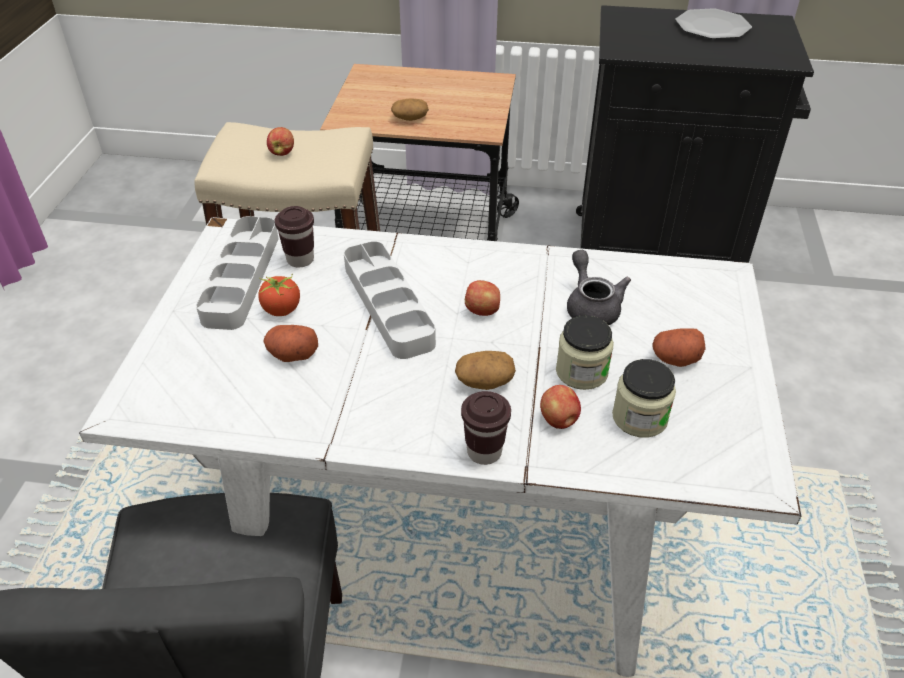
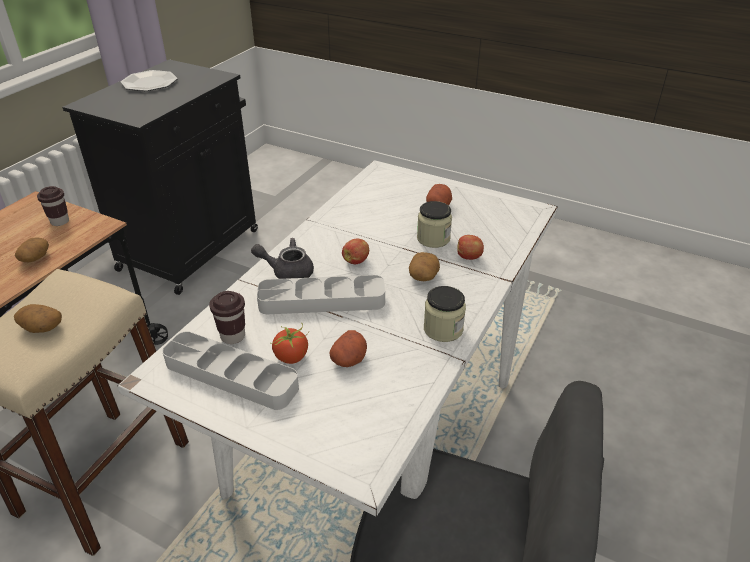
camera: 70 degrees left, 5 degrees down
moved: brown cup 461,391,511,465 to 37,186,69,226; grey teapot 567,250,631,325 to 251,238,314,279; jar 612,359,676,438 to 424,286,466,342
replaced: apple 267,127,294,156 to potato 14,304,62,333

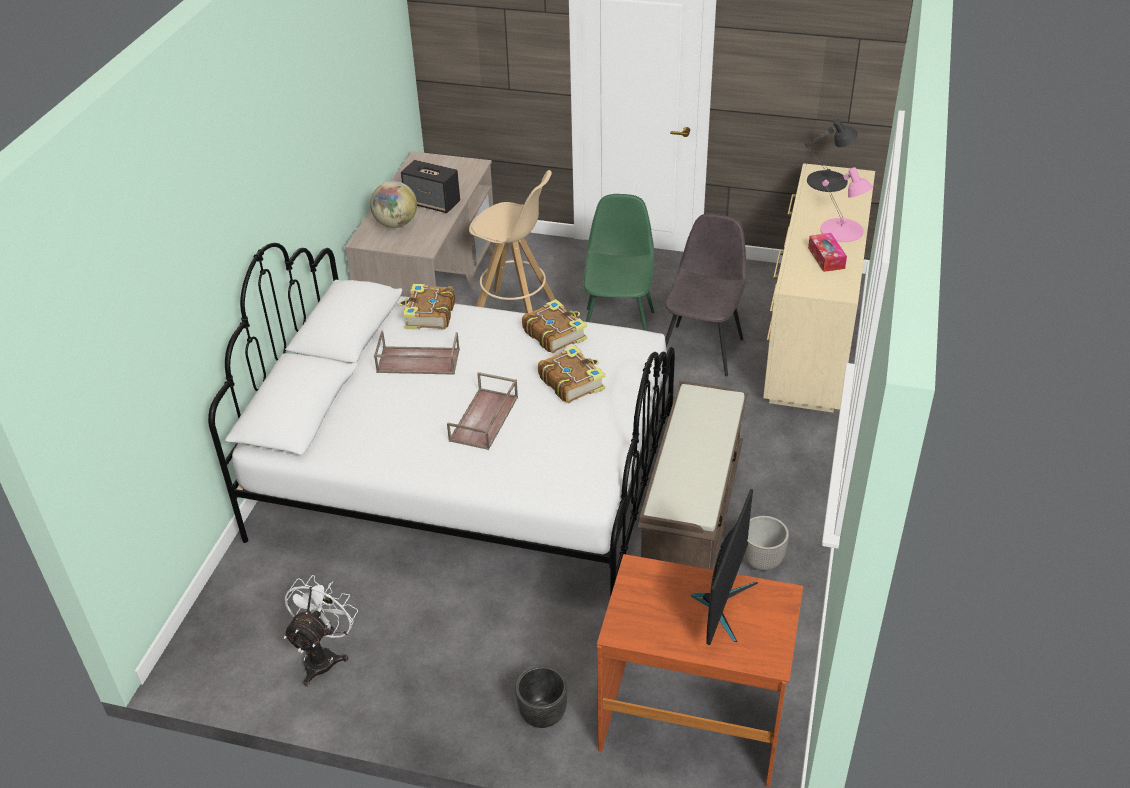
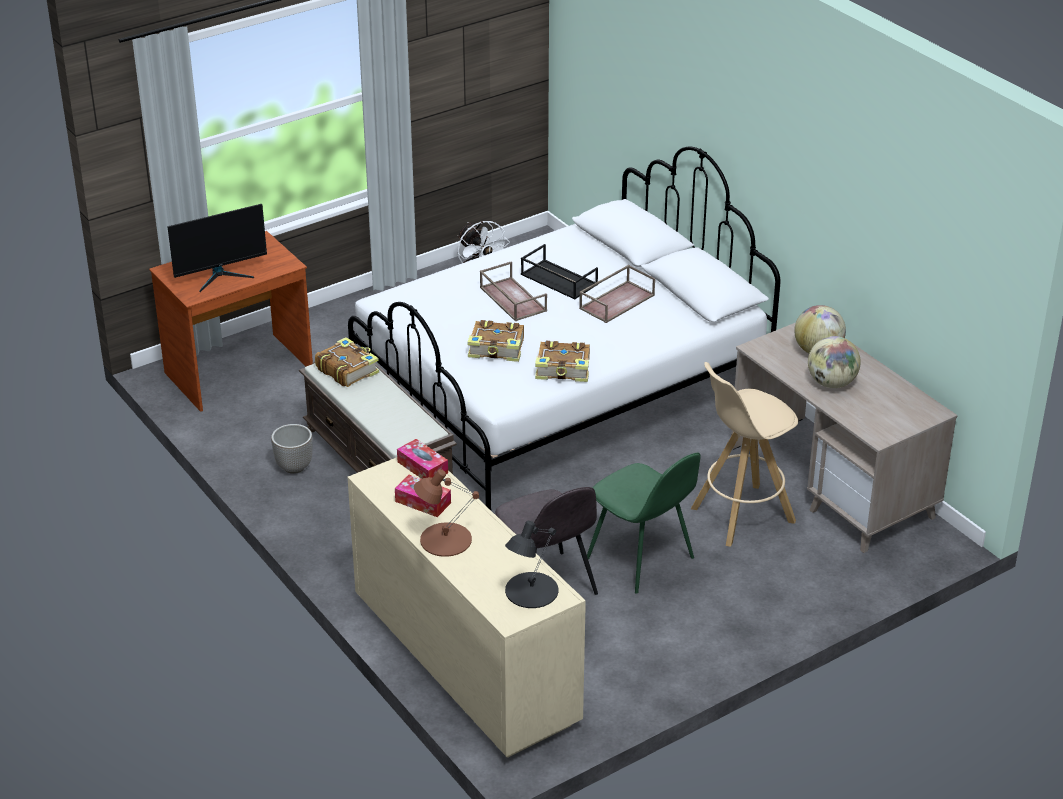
camera: 130 degrees right, 5 degrees down
removed: black planter 515,666,567,728
added: tissue box 397,439,448,479; black tray 521,244,598,299
moved: book 399,284,455,330 to 315,337,379,387
replaced: speaker 401,160,460,213 to globe 808,336,861,388
recoloured: pink table lamp 820,167,873,242 to brown table lamp 414,469,479,557
turned: monitor 691,489,758,645 = 167,204,267,292 90 degrees counterclockwise

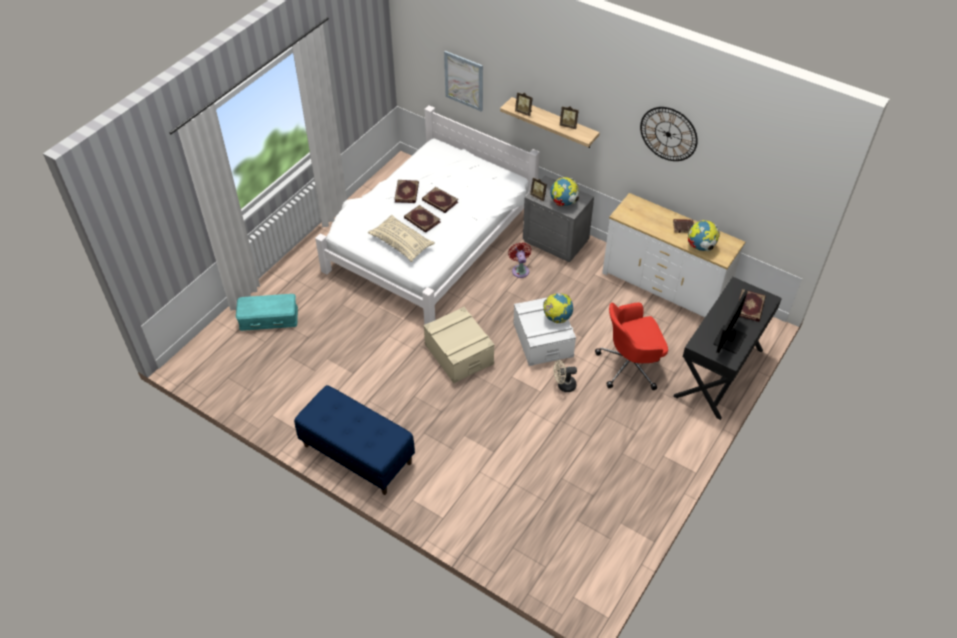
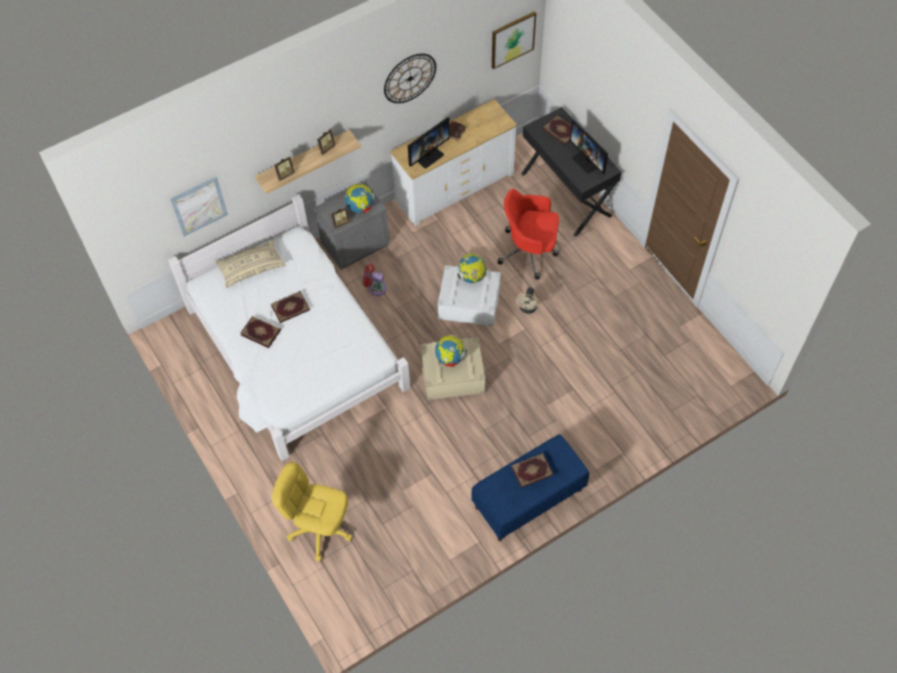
camera: 65 degrees left, 10 degrees up
added: monitor 408,117,450,168; picture 492,11,536,69
moved: beige pillow 368,215,435,262 to 215,239,286,288; globe 688,220,720,252 to 435,335,467,367; book 404,205,441,233 to 511,453,553,488
replaced: turquoise storage box 236,294,298,331 to yellow office chair 272,462,352,561
turned: red office chair 595,303,668,390 = 498,189,559,280 90 degrees clockwise

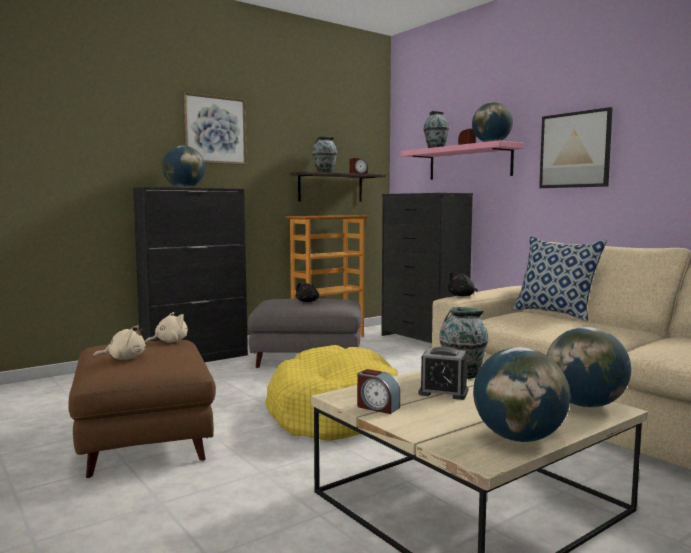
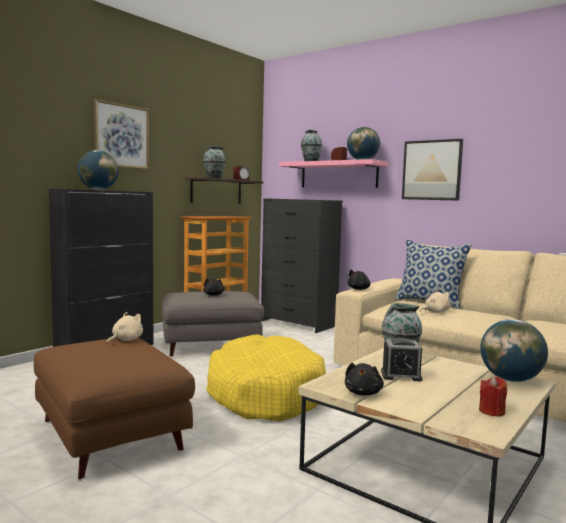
camera: 15 degrees left, 0 degrees up
moved: beige plush toy 93,325,146,360 to 420,290,450,313
replaced: alarm clock 357,369,400,414 to black plush toy 345,363,384,395; globe 473,347,570,442 to red candle 479,376,507,417

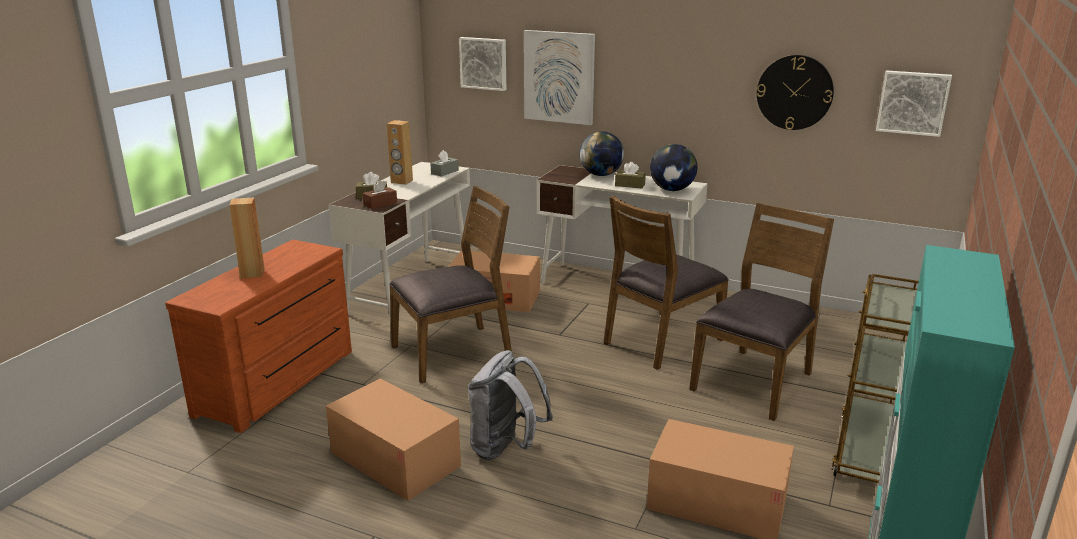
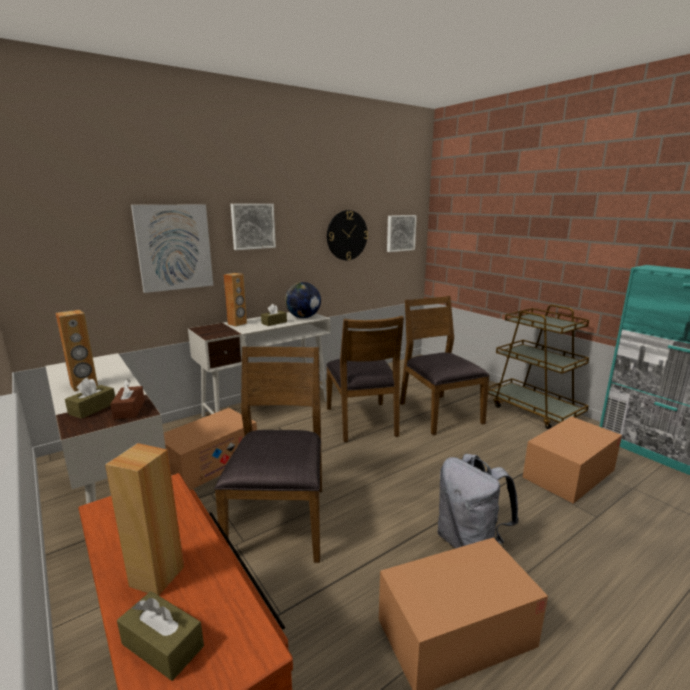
camera: 60 degrees left, 5 degrees down
removed: grey tissue box 430,150,459,177
added: brown tissue box 117,591,204,681
moved: picture 459,37,506,91 to 230,204,276,250
replaced: globe 580,131,624,176 to brown speaker 223,273,247,326

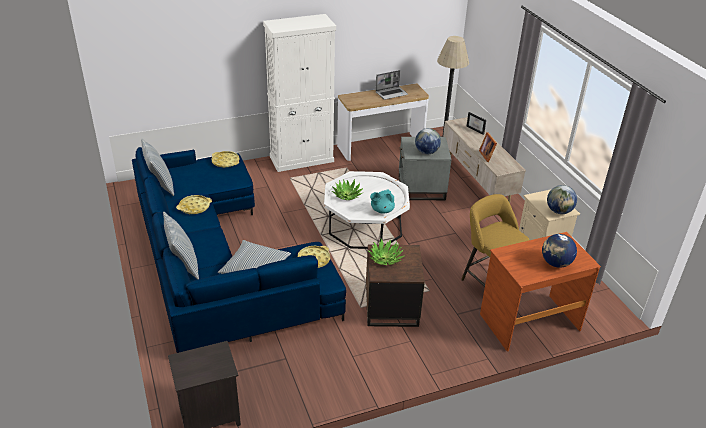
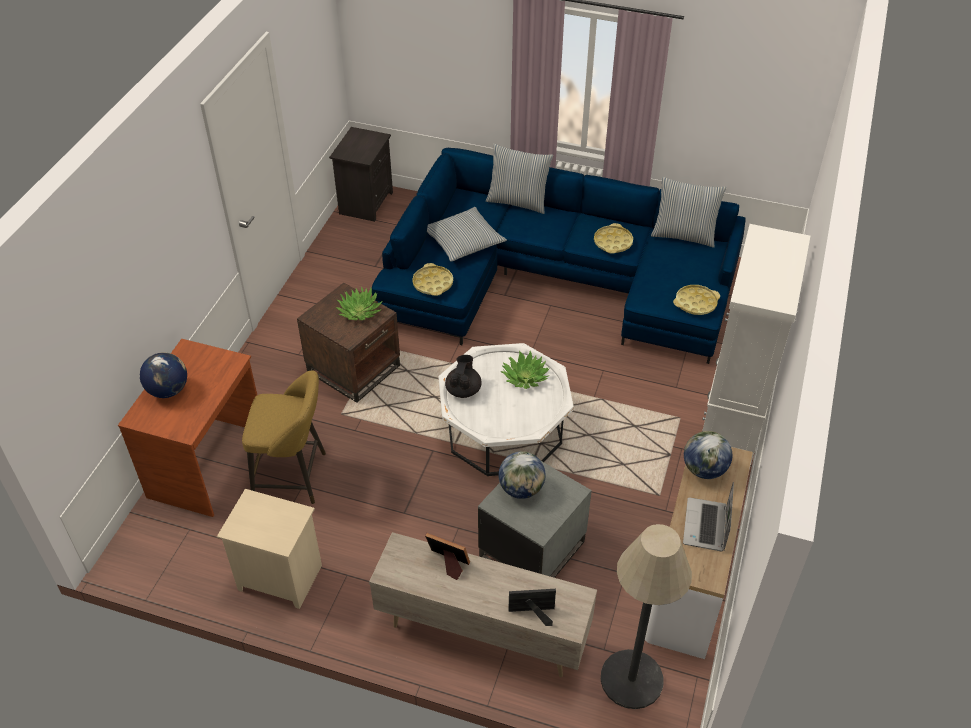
camera: 130 degrees right, 10 degrees up
moved: globe 547,185,577,214 to 684,431,733,479
recoloured: turquoise teapot 370,189,395,214 to black teapot 445,355,482,398

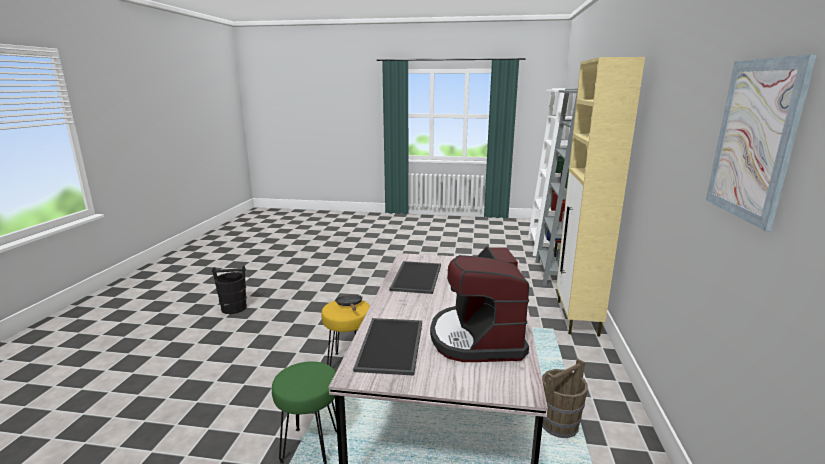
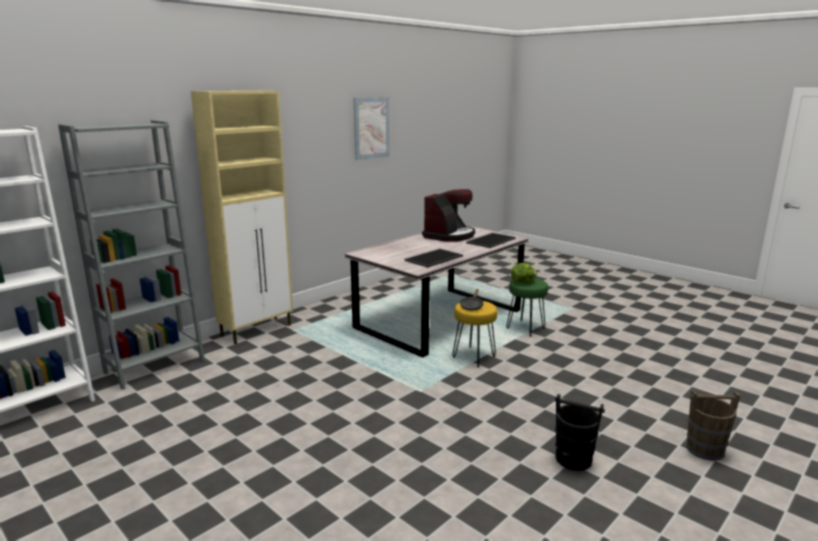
camera: 145 degrees left, 0 degrees up
added: lettuce 511,263,537,283
moved: brown bucket 542,359,588,438 to 686,390,740,461

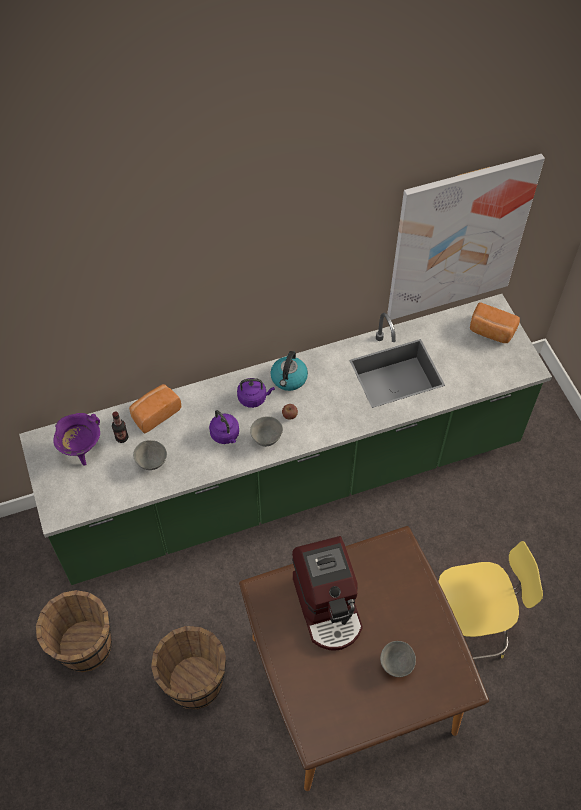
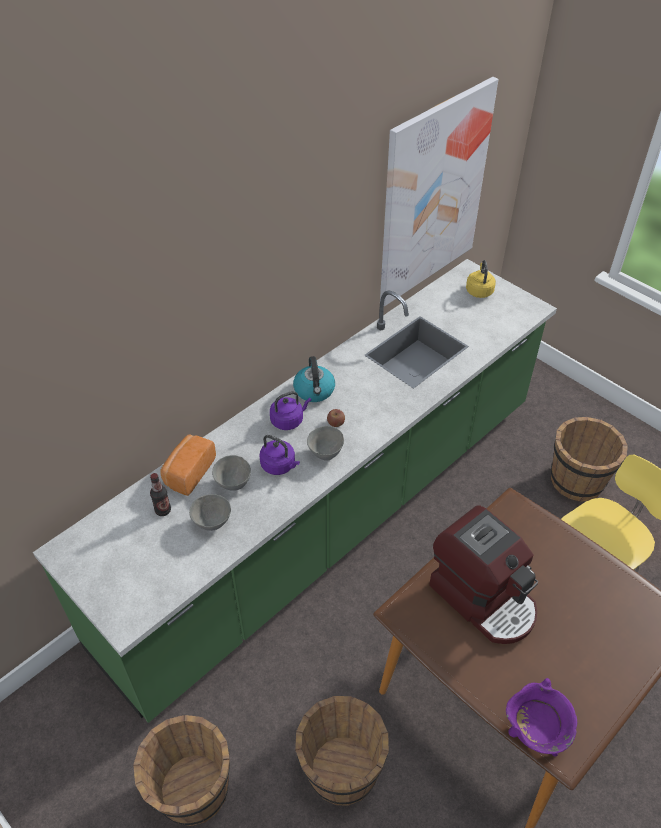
camera: 25 degrees left, 10 degrees down
added: brown bucket 551,417,628,502
moved: grey bowl 380,641,416,677 to 212,455,251,491; purple cooking pot 53,413,100,466 to 506,678,577,756
replaced: bread 470,302,520,343 to yellow kettle 466,260,496,298

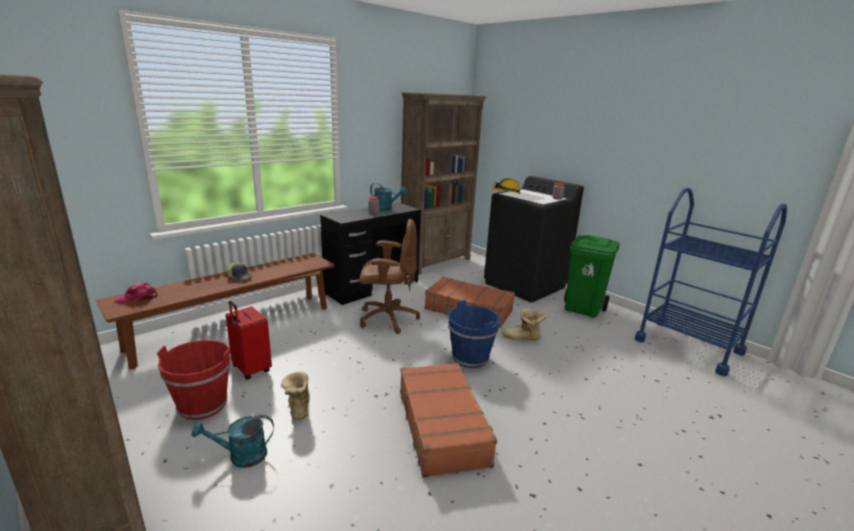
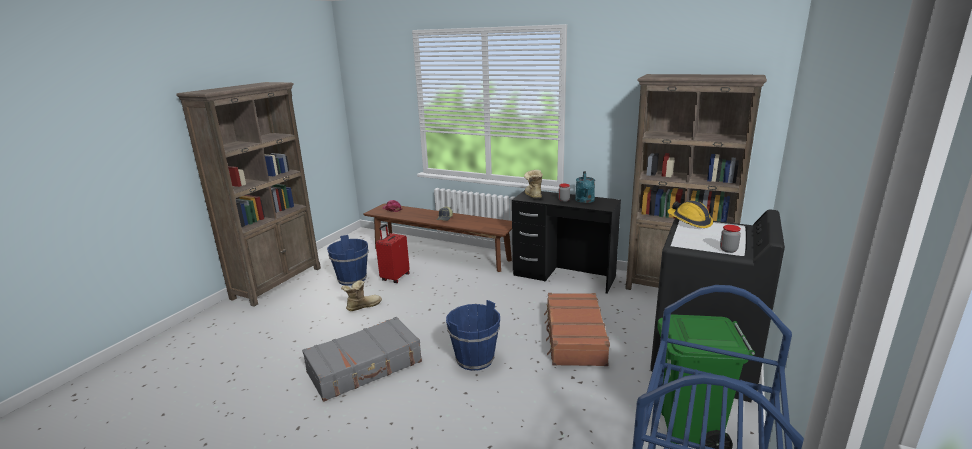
camera: 70 degrees right, 0 degrees up
removed: turquoise watering can 191,415,274,468; brown office chair 360,219,420,334
moved: boot 502,309,546,340 to 524,170,543,198
recoloured: brown suitcase 400,363,497,478 to grey suitcase 302,317,422,402; red bucket 157,340,231,420 to blue bucket 327,235,369,286

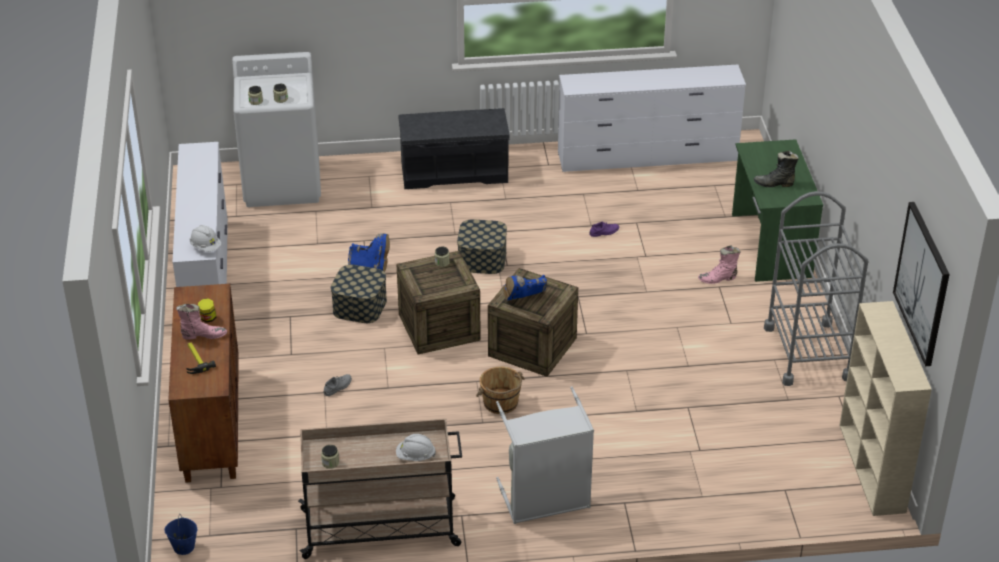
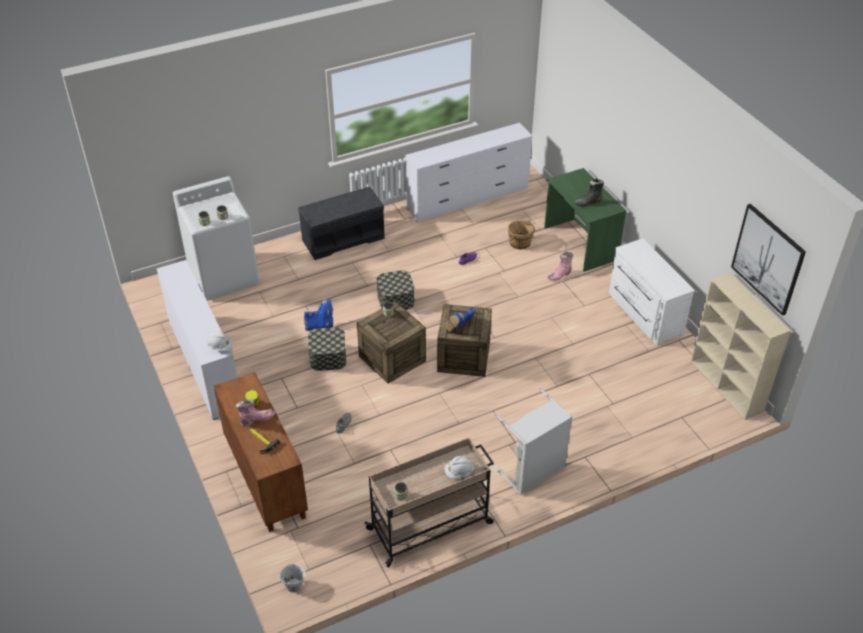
camera: 20 degrees left, 5 degrees up
moved: brown bucket 476,366,525,414 to 508,220,535,250
replaced: grey cart 764,191,868,386 to white dresser 609,238,695,346
recoloured: blue bucket 164,514,198,555 to white bucket 279,564,305,593

